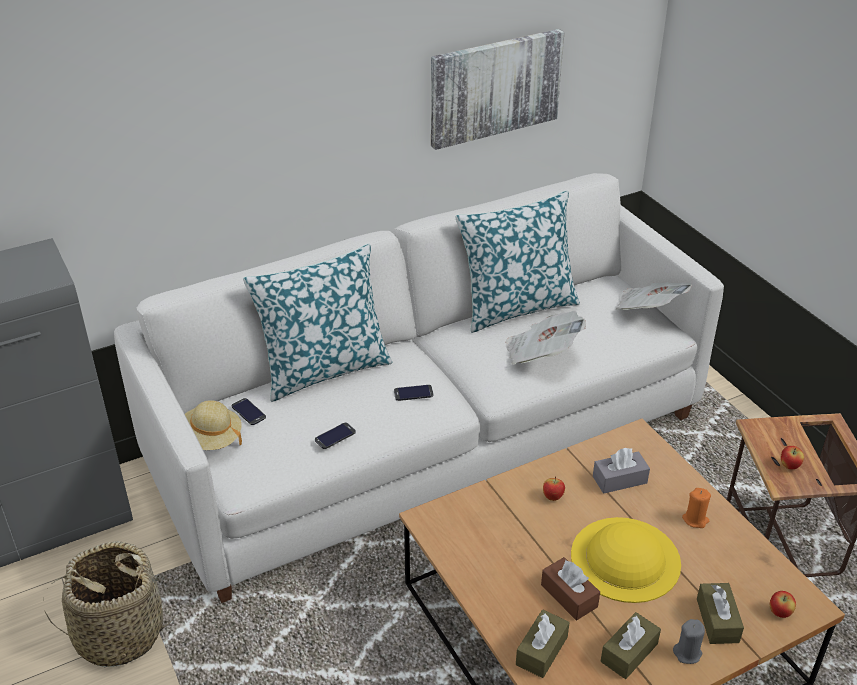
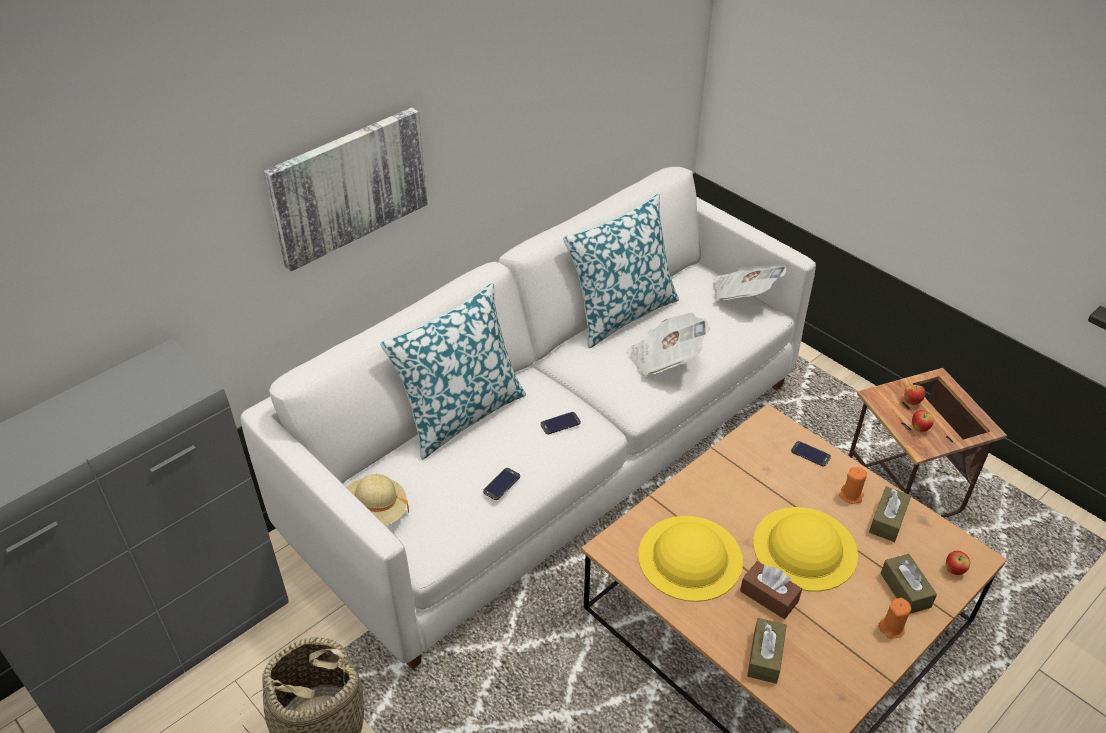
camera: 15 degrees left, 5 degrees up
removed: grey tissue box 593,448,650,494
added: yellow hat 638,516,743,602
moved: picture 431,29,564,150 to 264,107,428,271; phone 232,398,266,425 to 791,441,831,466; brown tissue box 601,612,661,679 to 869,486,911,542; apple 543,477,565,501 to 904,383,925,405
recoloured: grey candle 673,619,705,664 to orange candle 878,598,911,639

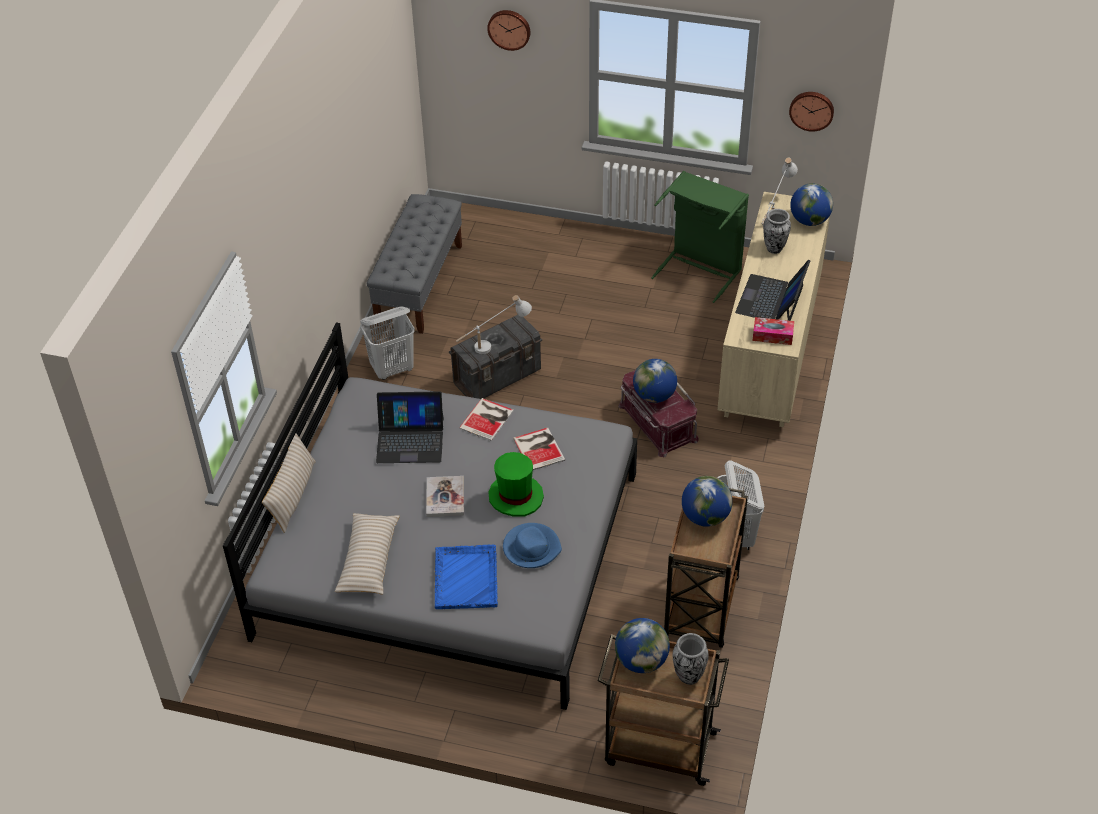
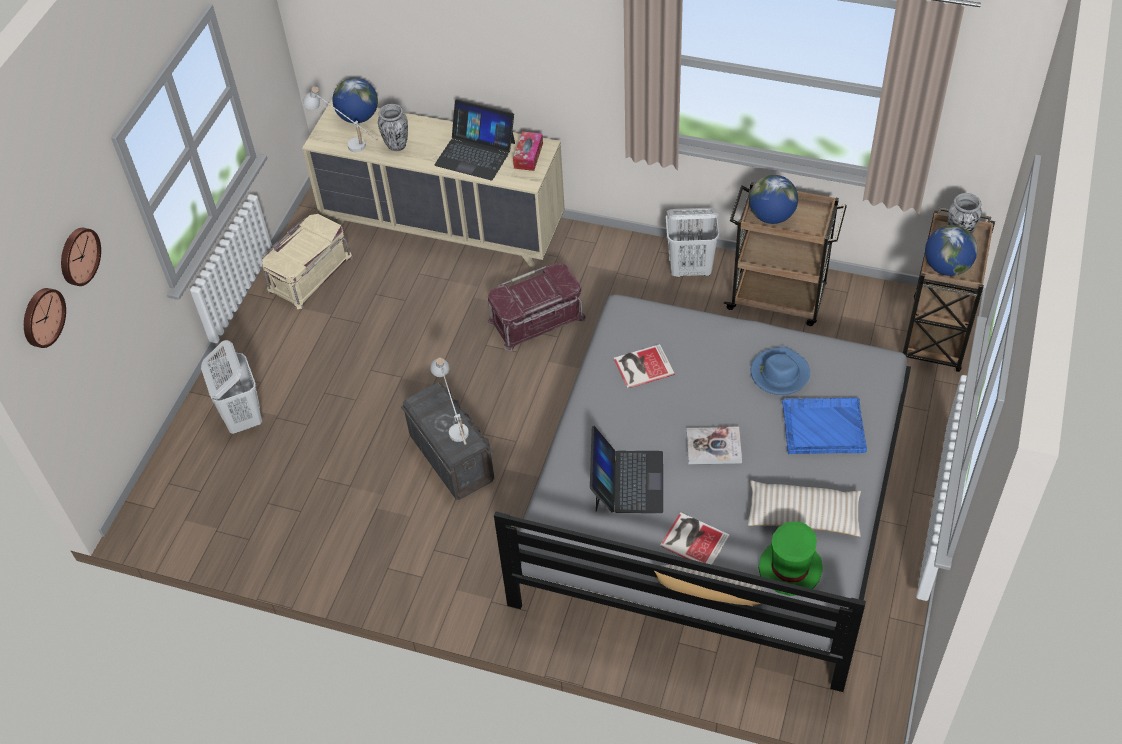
camera: 85 degrees left, 5 degrees up
removed: grey bench 367,194,462,334; globe 633,359,677,403
moved: wall clock 789,92,834,132 to 24,288,66,348; white laundry basket 360,306,415,380 to 201,340,262,434; book 459,398,514,441 to 660,512,730,565; green hat 488,452,544,517 to 758,521,823,596
replaced: green laundry basket 651,171,749,303 to beige storage box 262,214,353,309

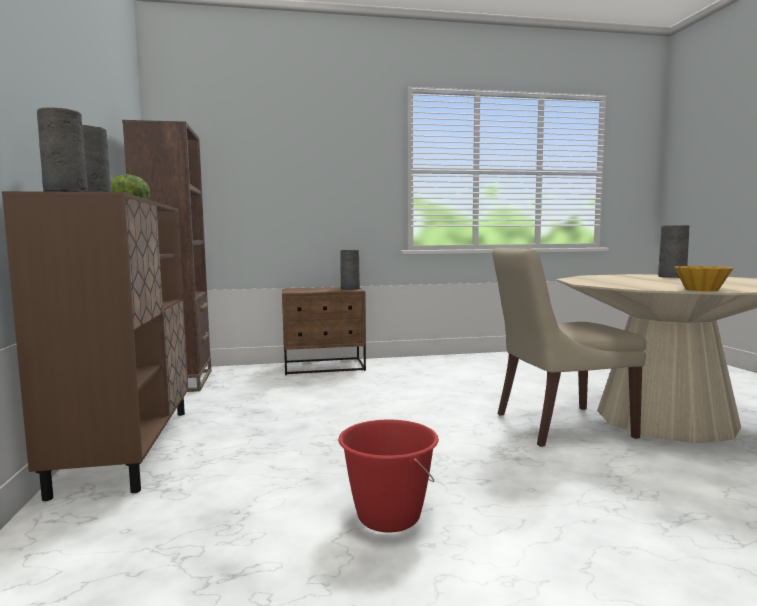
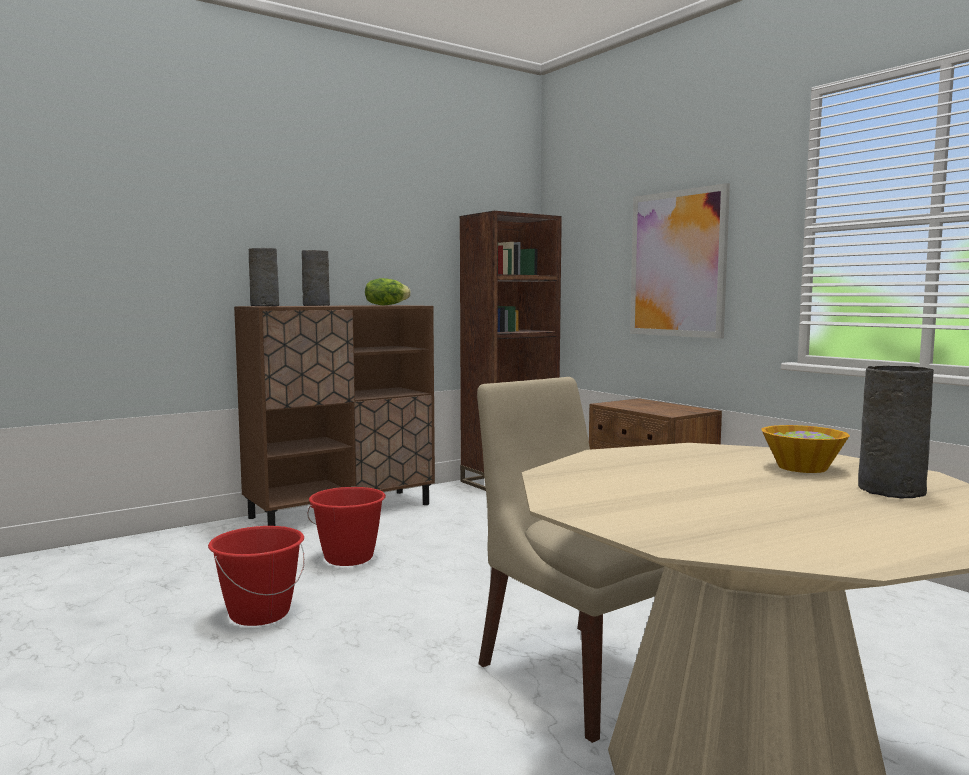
camera: 65 degrees right, 0 degrees up
removed: grey vase 340,250,360,290
added: red bucket 307,487,386,566; picture 630,183,730,339
moved: bowl 674,266,734,291 to 761,425,850,473

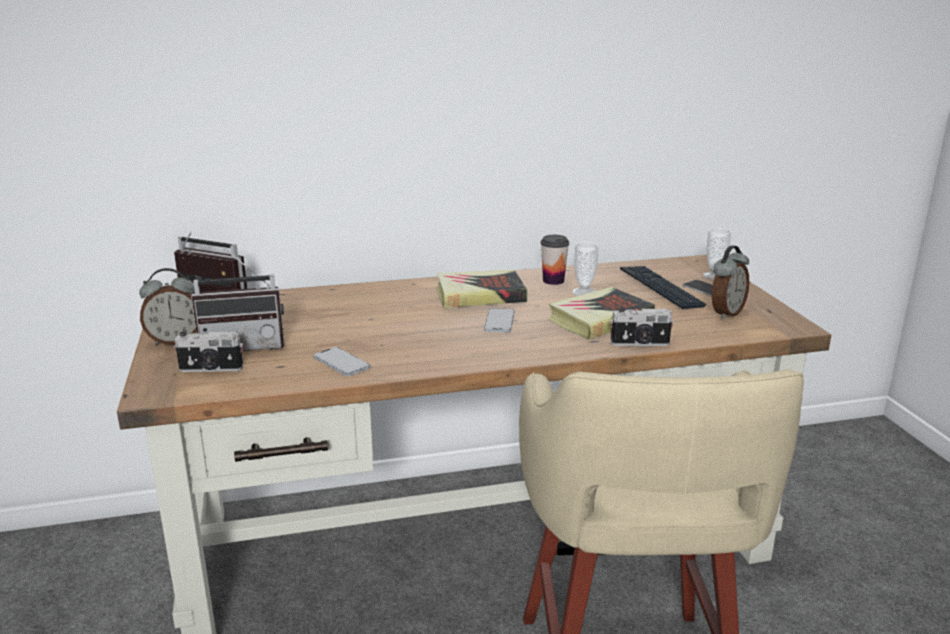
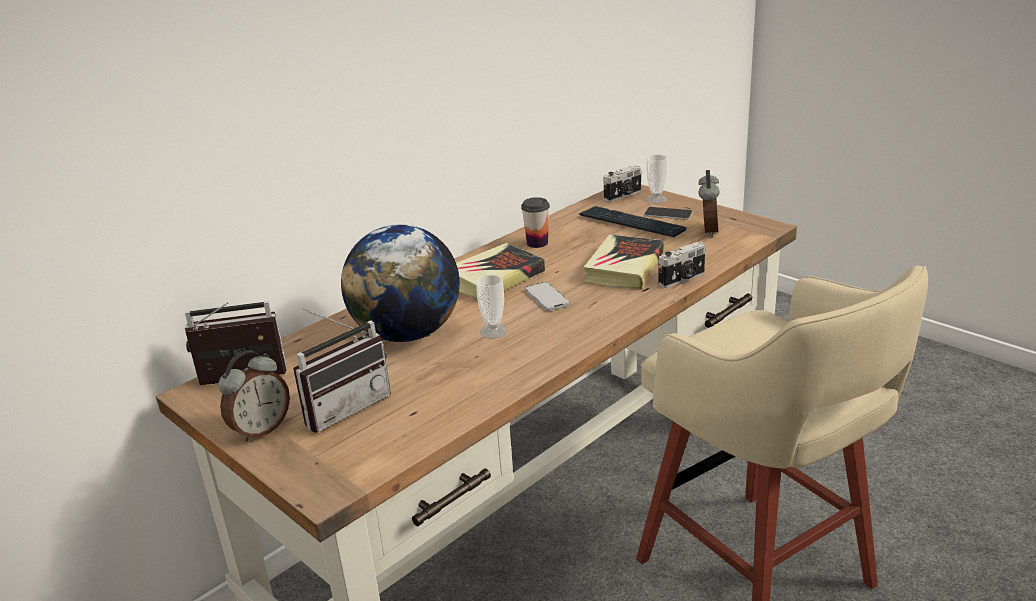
camera: 30 degrees left, 5 degrees up
removed: phone 314,347,370,376
added: globe 341,224,460,342
moved: cup 572,242,598,296 to 476,275,507,338; photo camera 174,331,243,372 to 604,165,641,202

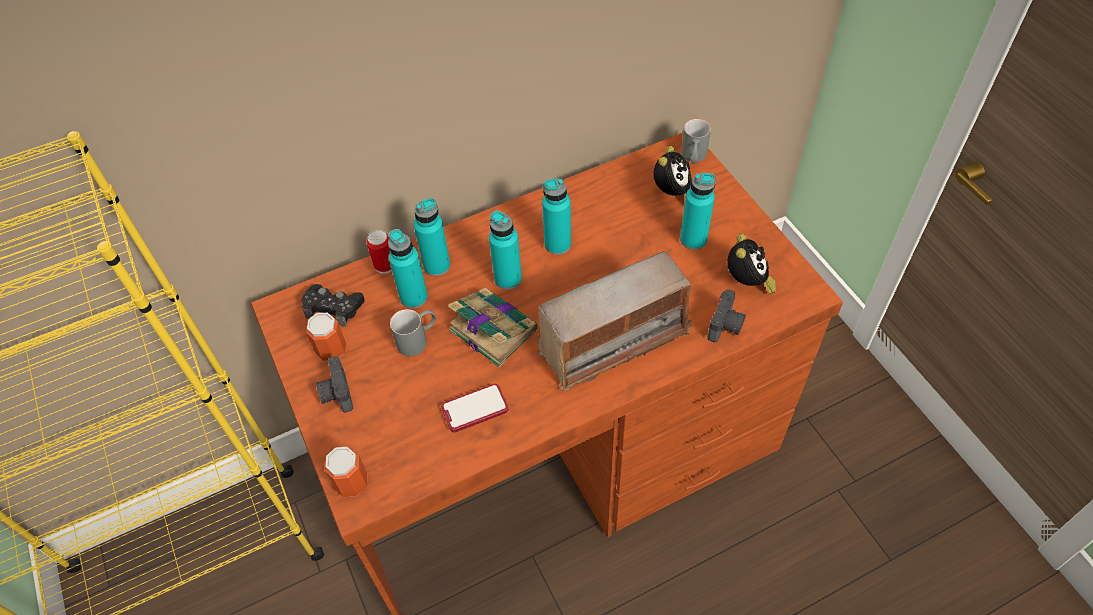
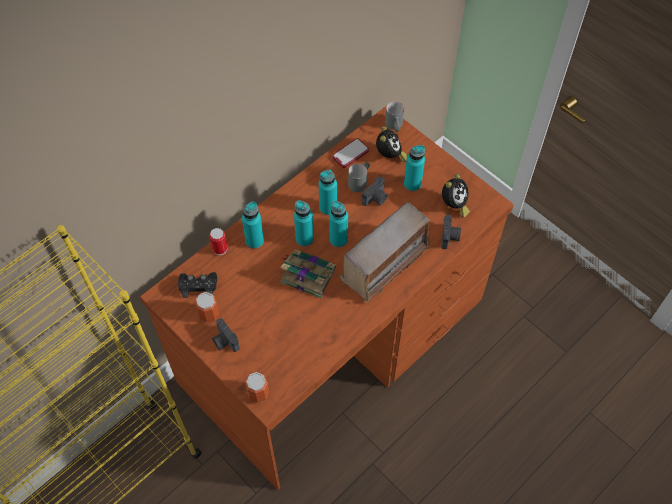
camera: 20 degrees left, 5 degrees up
added: photo camera 362,176,388,206
moved: turquoise bottle 388,229,428,309 to 329,200,348,248; phone 441,384,508,432 to 332,138,369,168; grey mug 390,309,436,356 to 348,162,370,192
turned: alarm clock 727,233,776,294 = 442,174,470,218 45 degrees clockwise

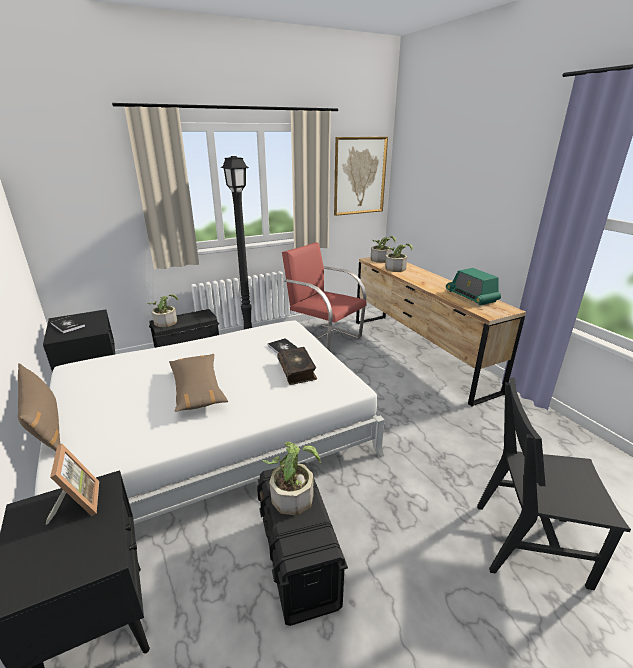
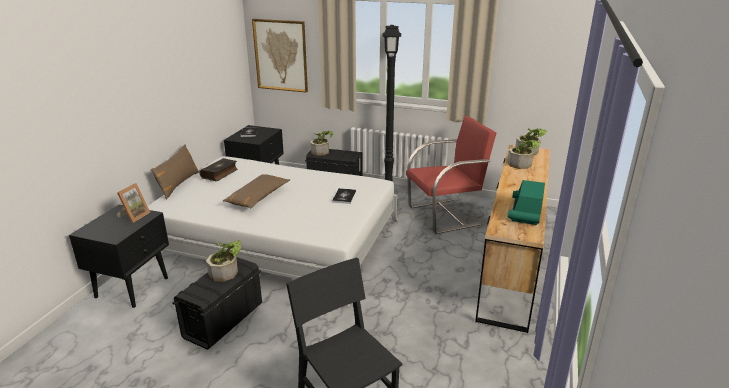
camera: 45 degrees right, 0 degrees up
moved: book 277,347,317,385 to 199,158,238,181; picture 334,137,388,216 to 252,19,308,93
turned: red armchair 282,242,367,351 = 406,116,497,234 75 degrees clockwise

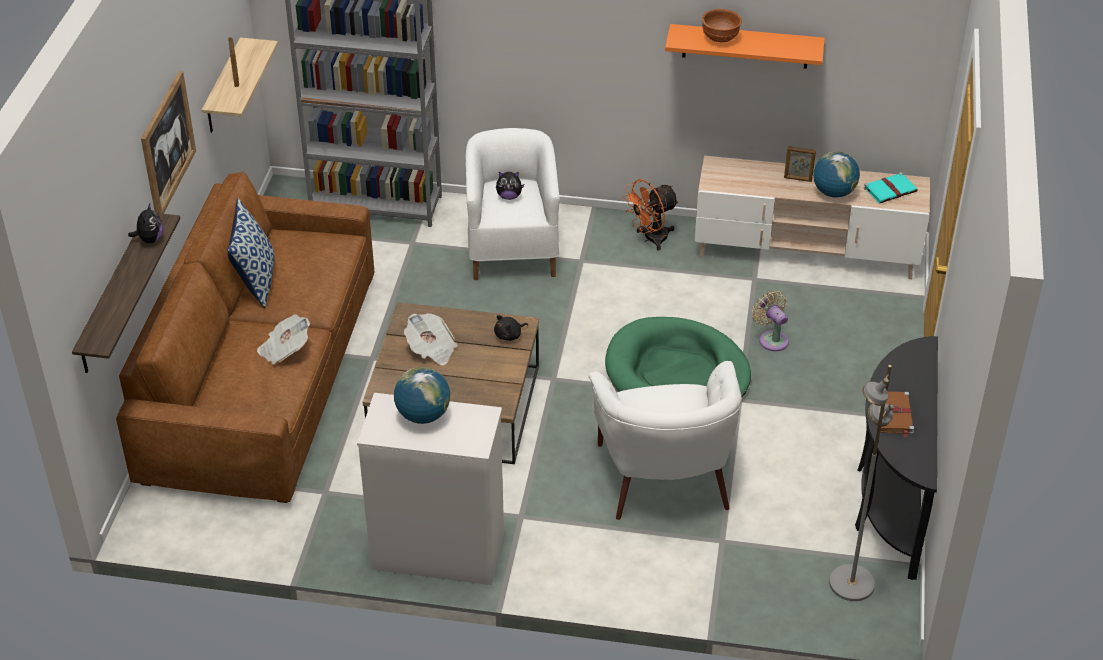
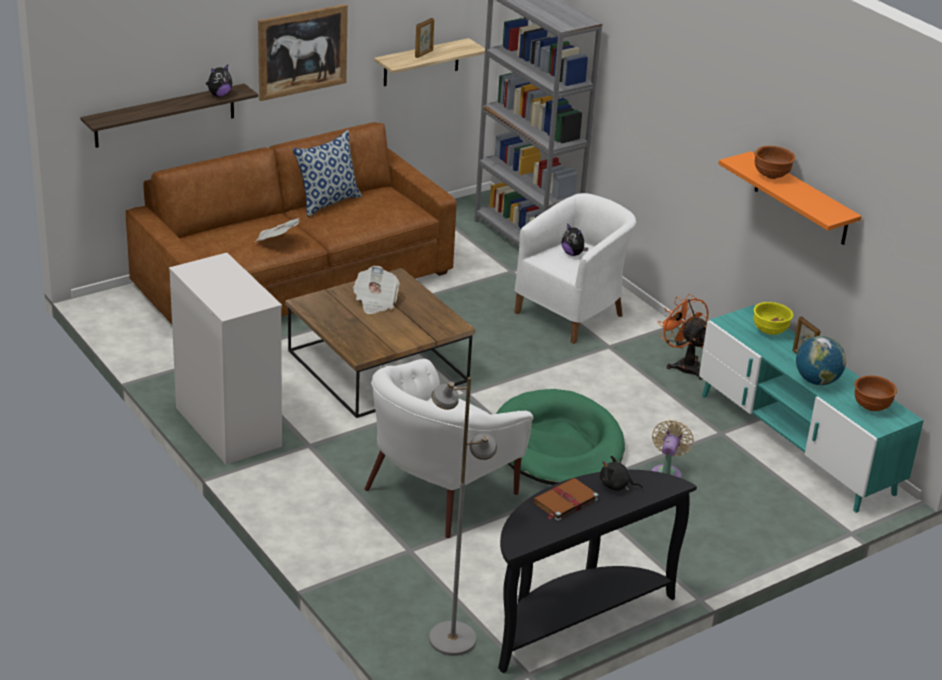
camera: 45 degrees right, 10 degrees down
removed: globe 394,367,450,424
added: yellow bowl 753,302,793,335
moved: black plush toy 494,315,528,341 to 600,456,643,491
replaced: turquoise book 864,172,918,204 to brown bowl 854,375,897,411
recoloured: beige tv stand 695,156,930,279 to turquoise tv stand 699,305,924,513
turned: orange fan 622,179,679,250 = 657,294,709,380 45 degrees clockwise

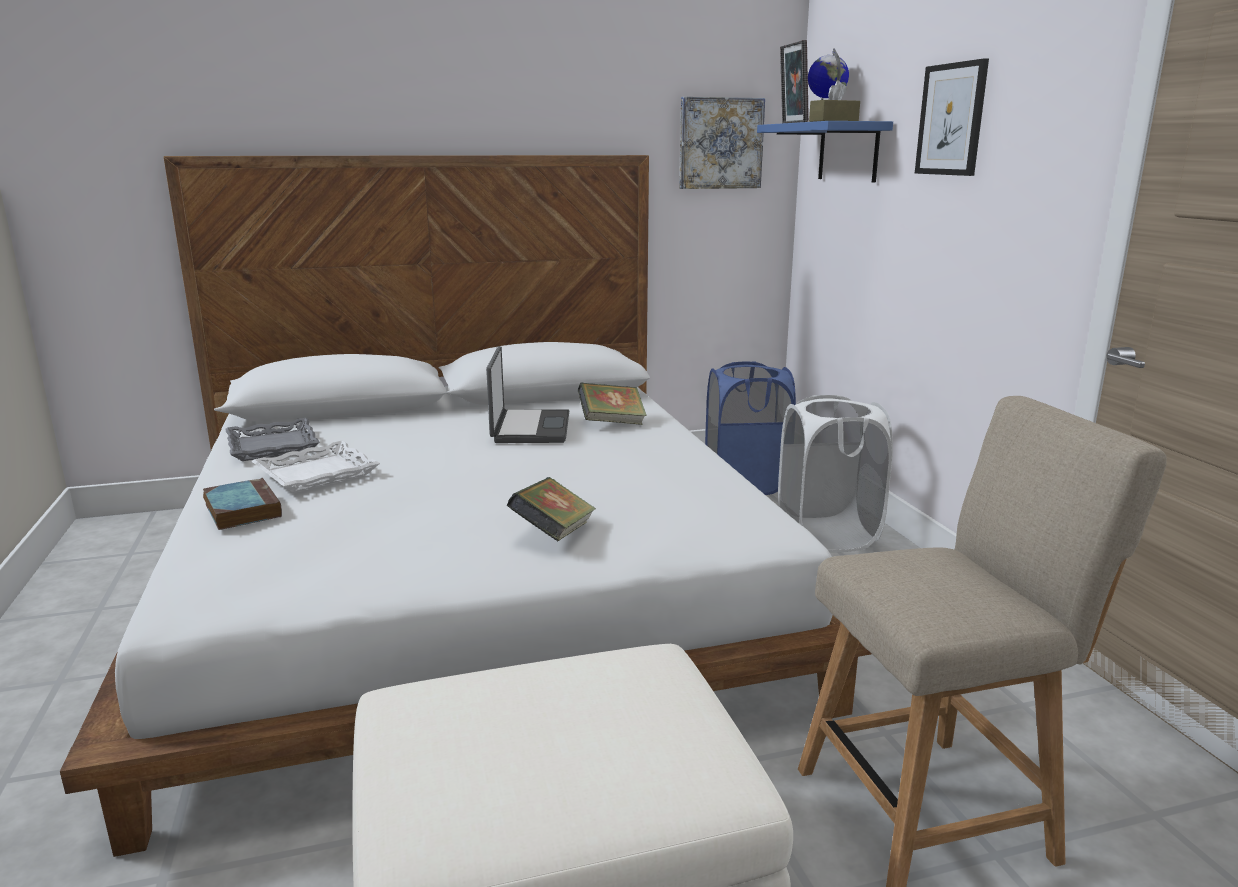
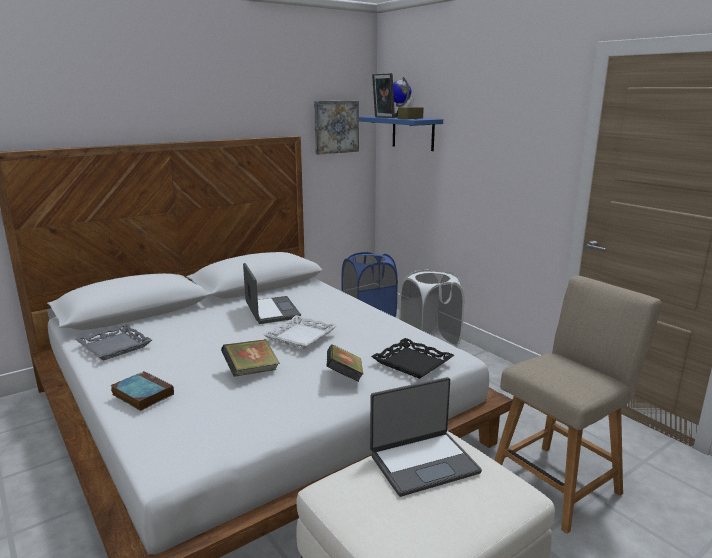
camera: 20 degrees left, 0 degrees up
removed: picture 915,58,989,176
added: laptop 370,377,482,497; black tray 371,338,454,379
moved: book 578,382,647,425 to 221,339,280,377; white tray 251,441,380,493 to 263,315,337,349

